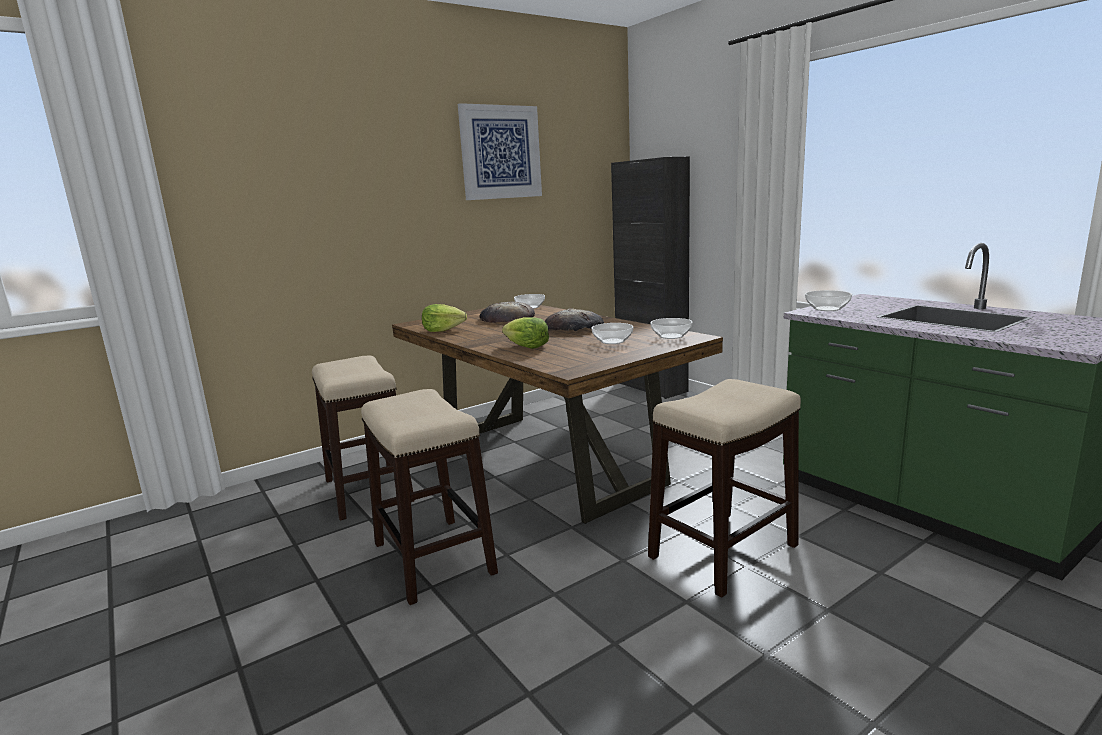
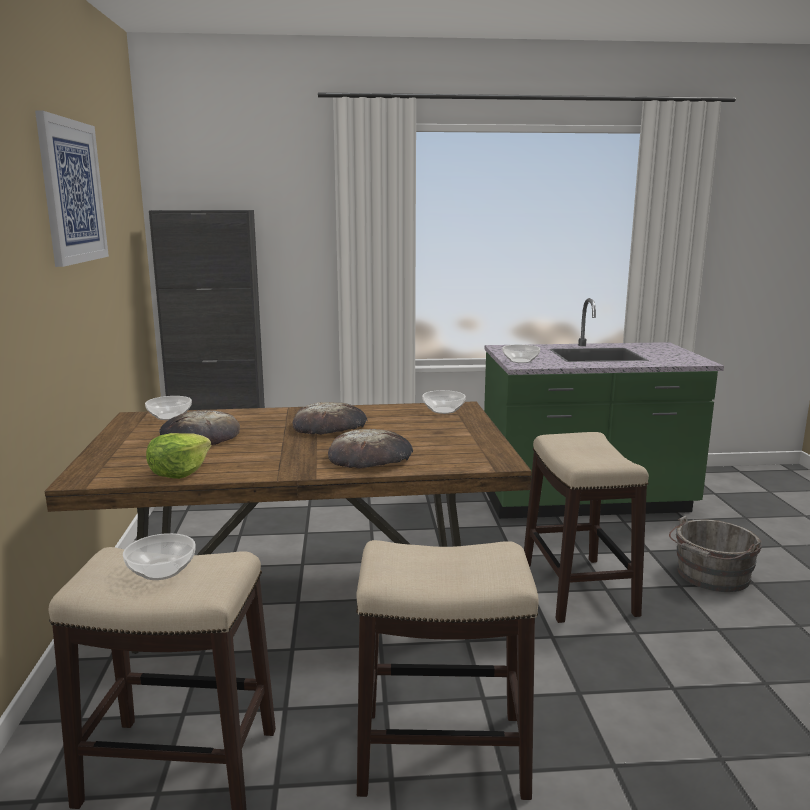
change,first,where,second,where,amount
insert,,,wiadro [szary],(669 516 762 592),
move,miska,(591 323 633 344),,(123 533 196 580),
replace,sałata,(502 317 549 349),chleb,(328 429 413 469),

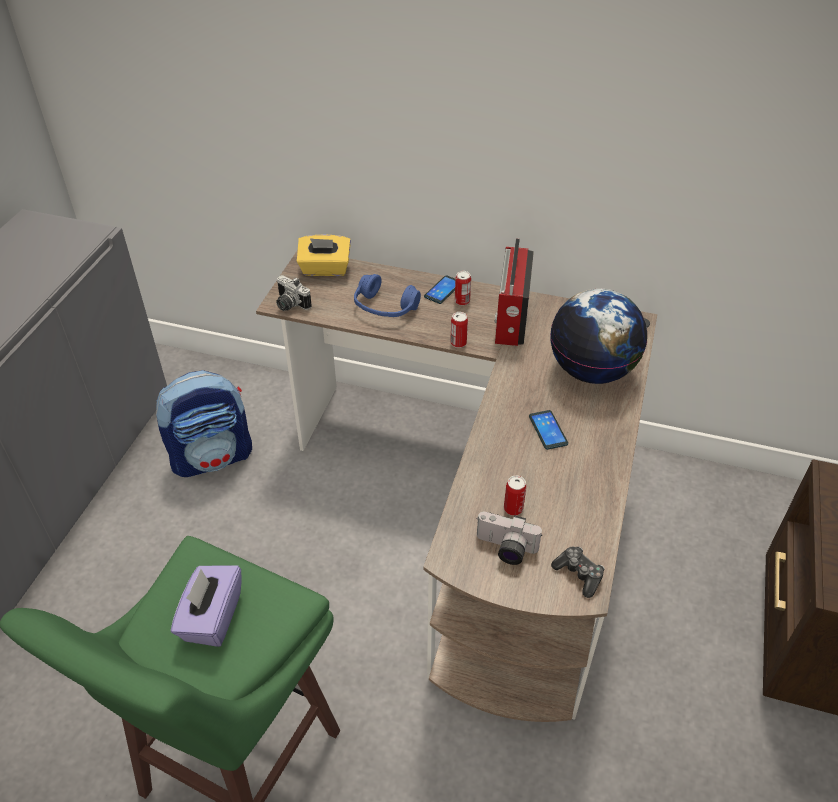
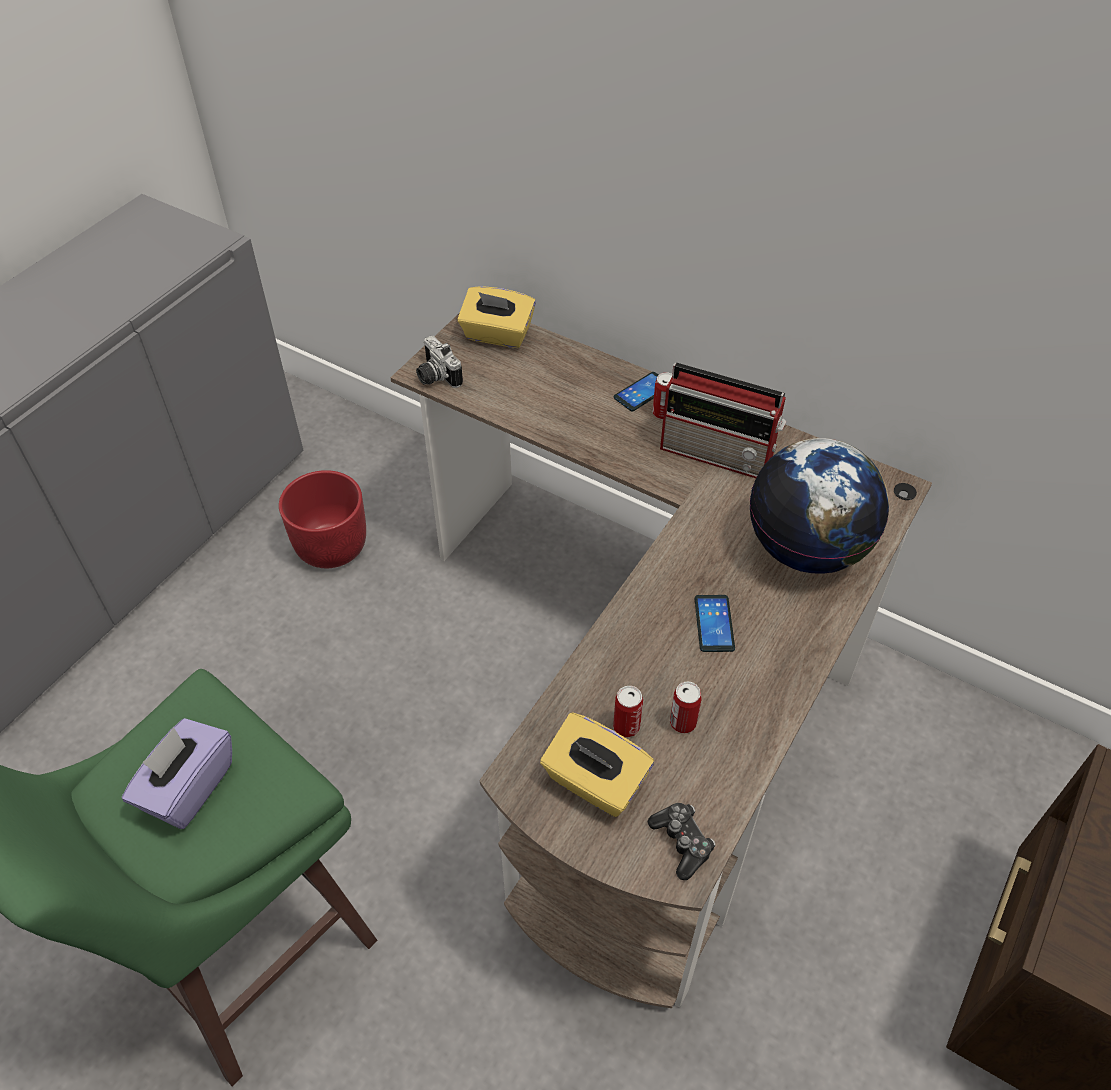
change,first,where,second,where,amount
delete,słuchawki [niebieski],(354 274 421 317),,,
move,puszka,(450 312 468 348),,(670 682 702 733),
replace,plecak,(156 370 252 477),donica [czerwony],(279 470 366 568),
replace,aparat fotograficzny,(477 512 542 565),pudełko chusteczek [żółty],(540 712 654 817),
rotate,radio,(494 238 534 346),,(660 363 786 478),90 degrees counterclockwise

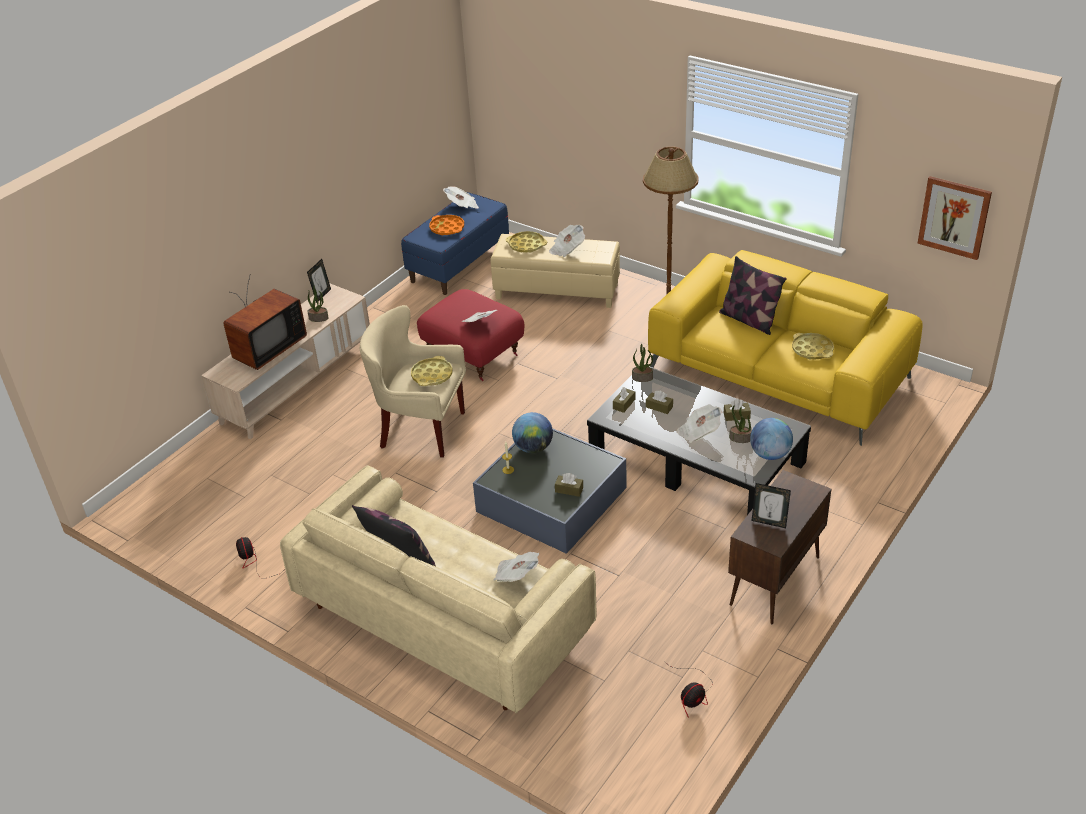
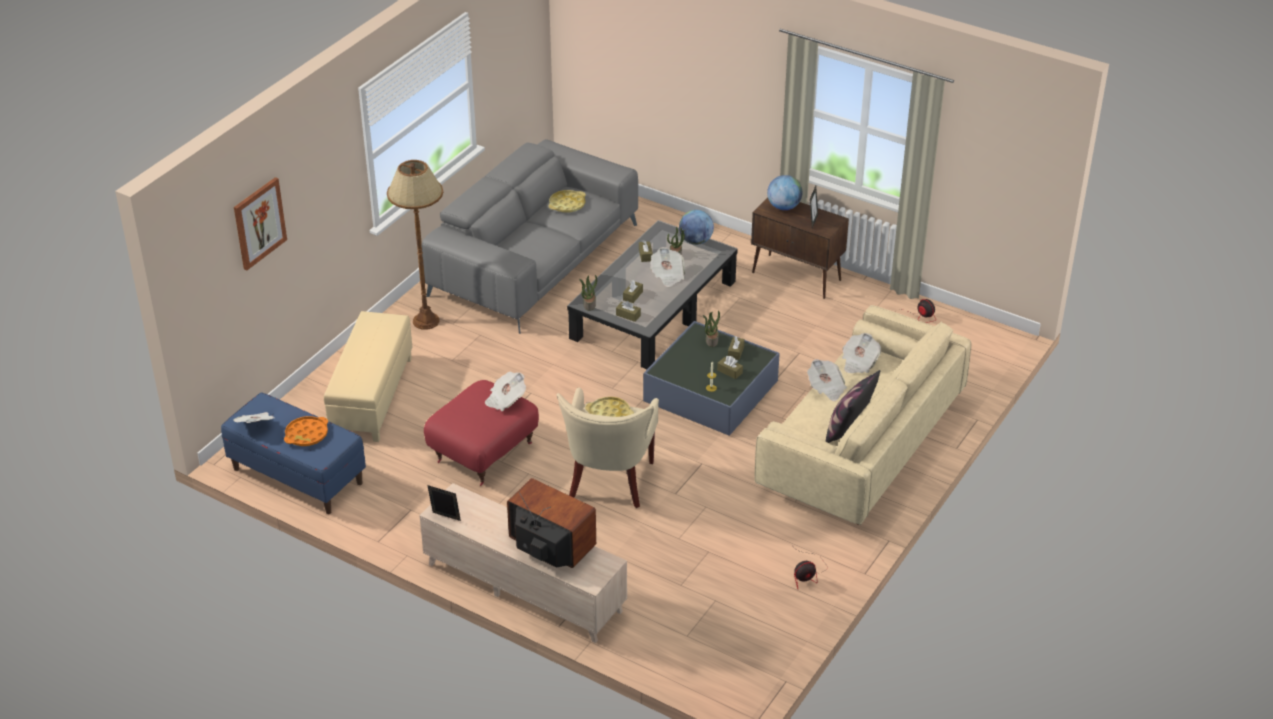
change,first,where,second,where,amount
delete,taca [żółty],(506 231 547 253),,,
delete,poduszka,(719 256 787 335),,,
insert,,,pudełko chusteczek [brązowy],(717 356 743 379),
move,roślina doniczkowa,(307 285 329 322),,(703 311 720 347),
move,globus,(512 412 553 453),,(767 175 803 210),
move,gazeta,(549 225 585 257),,(807 359 847 401),
move,obraz,(917 176 992 260),,(234 177 287 270),
recolor,kanapa [żółty],(648 250 923 446),kanapa [szary],(422 139 638 334),

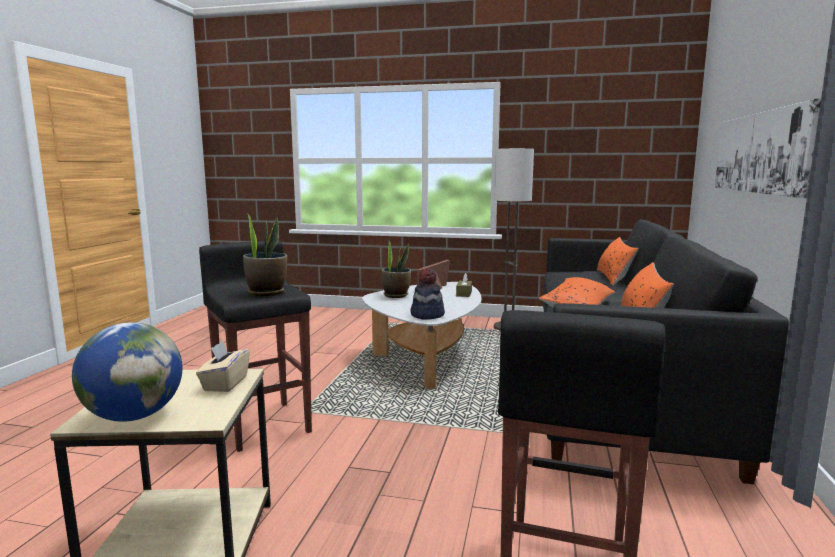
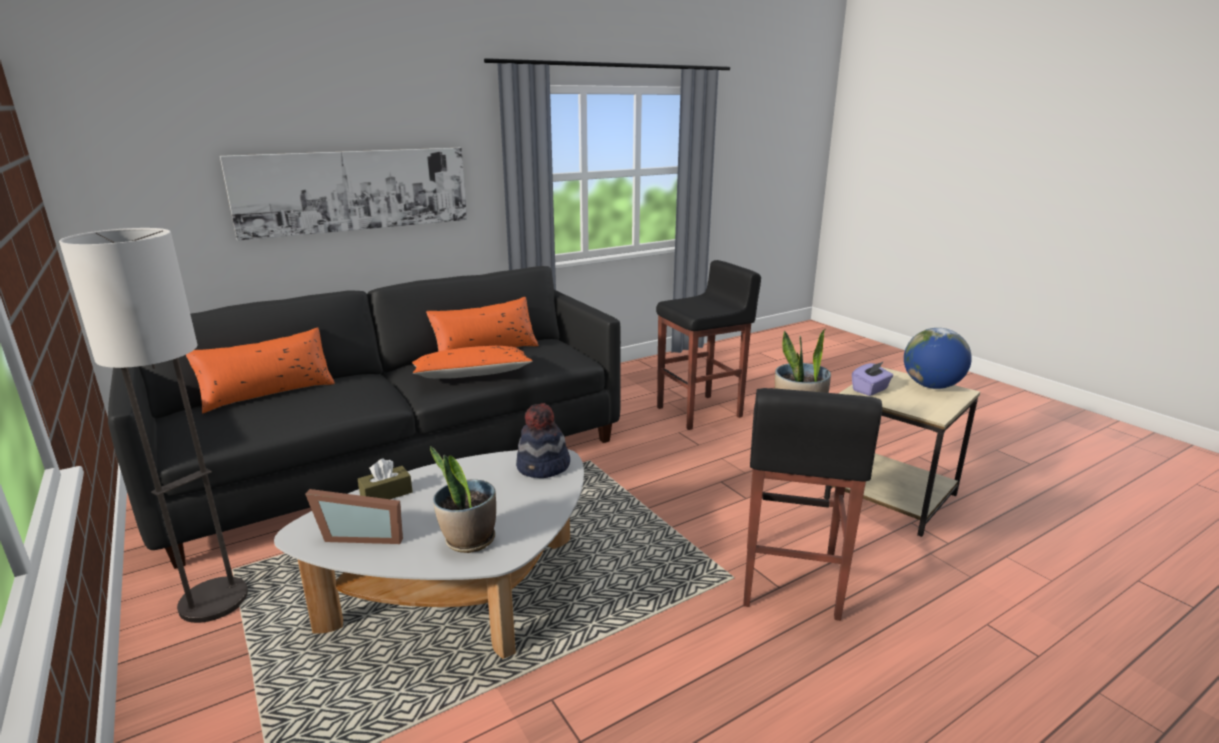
change,first,where,second,where,amount
recolor,pudełko chusteczek [beżowy],(196 341 250 392),pudełko chusteczek [fioletowy],(852 361 893 396),

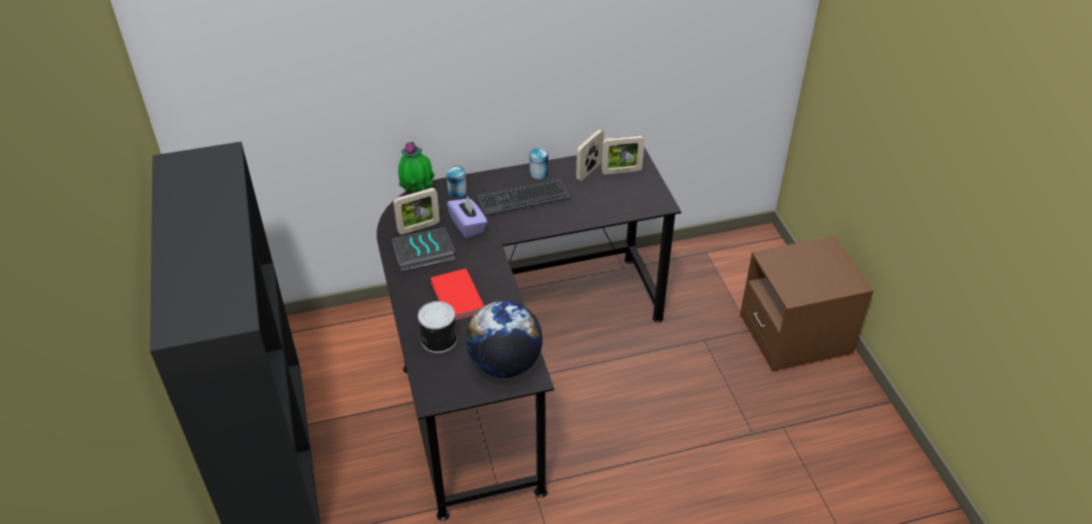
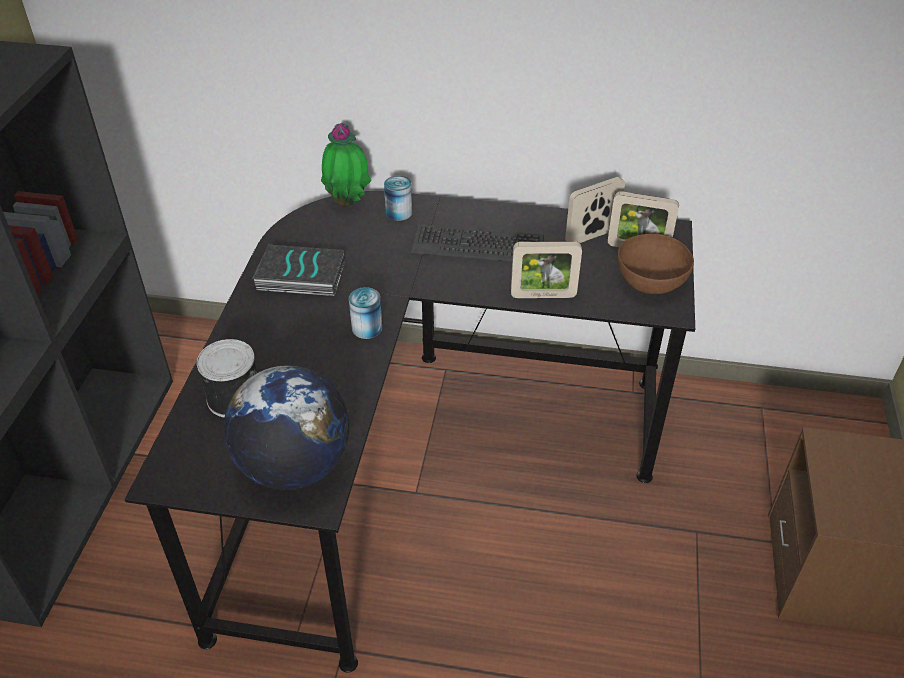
change,first,where,second,where,amount
delete,książka [czerwony],(431 268 484 320),,,
delete,pudełko chusteczek [fioletowy],(447 195 488 239),,,
insert,,,miska [brązowy],(617 234 694 294),
move,ramka na zdjęcie,(393 188 440 234),,(511 241 582 298),
move,puszka,(529 148 548 179),,(349 287 382 339),

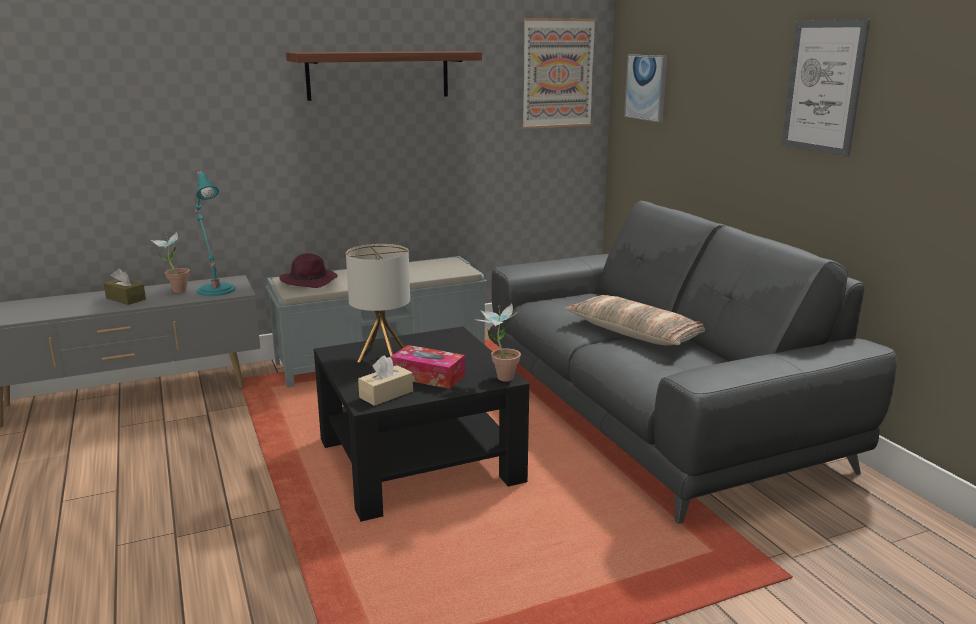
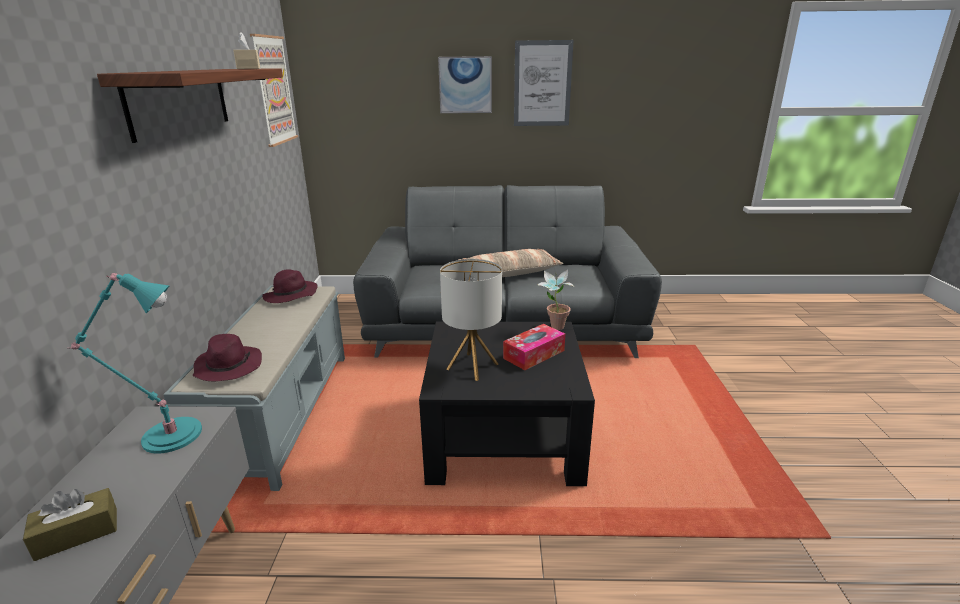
change,first,where,second,where,amount
delete,roślina doniczkowa,(148 232 190 293),,,
insert,,,kapelusz [fioletowy],(262 269 317 303),
move,pudełko chusteczek [beżowy],(358 355 413 406),,(233 32 260 69),
move,obraz,(624 55 667 122),,(438 56 492 113),

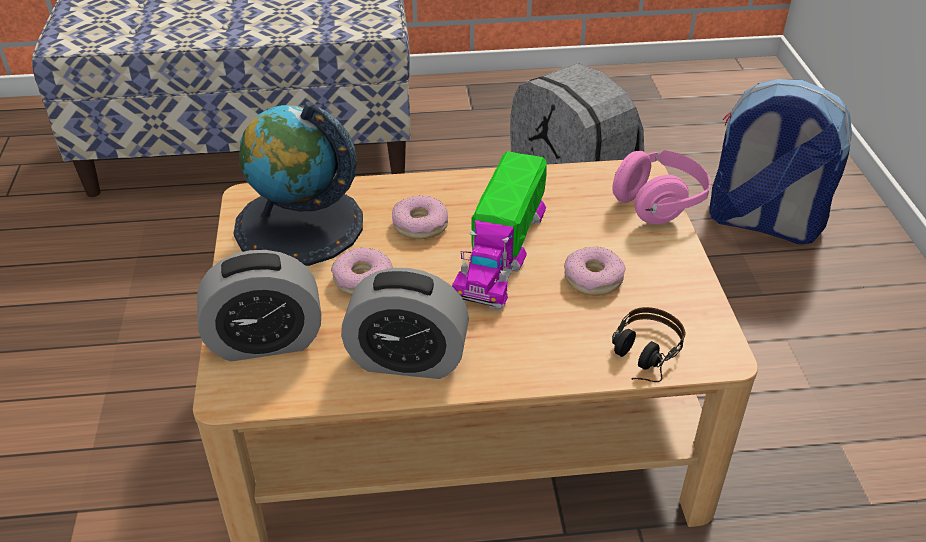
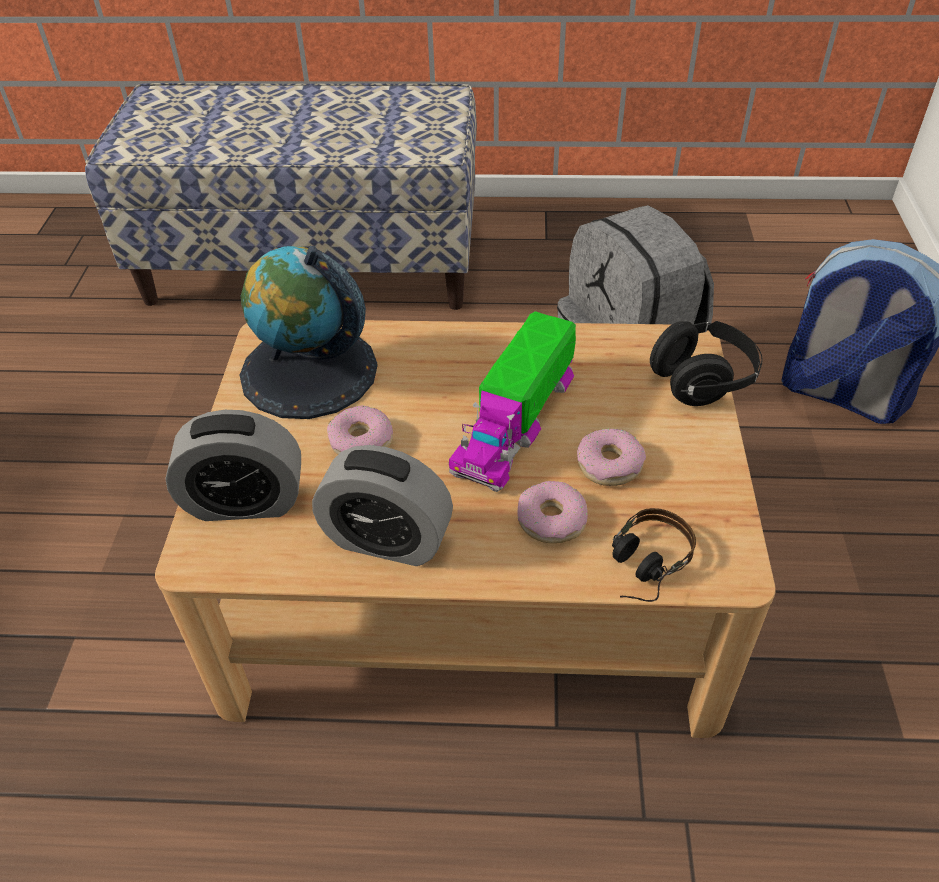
change,first,where,second,where,amount
move,donut,(392 195 448 239),,(518 481 588 544),
recolor,słuchawki [różowy],(612 150 711 224),słuchawki [czarny],(650 321 762 406),

